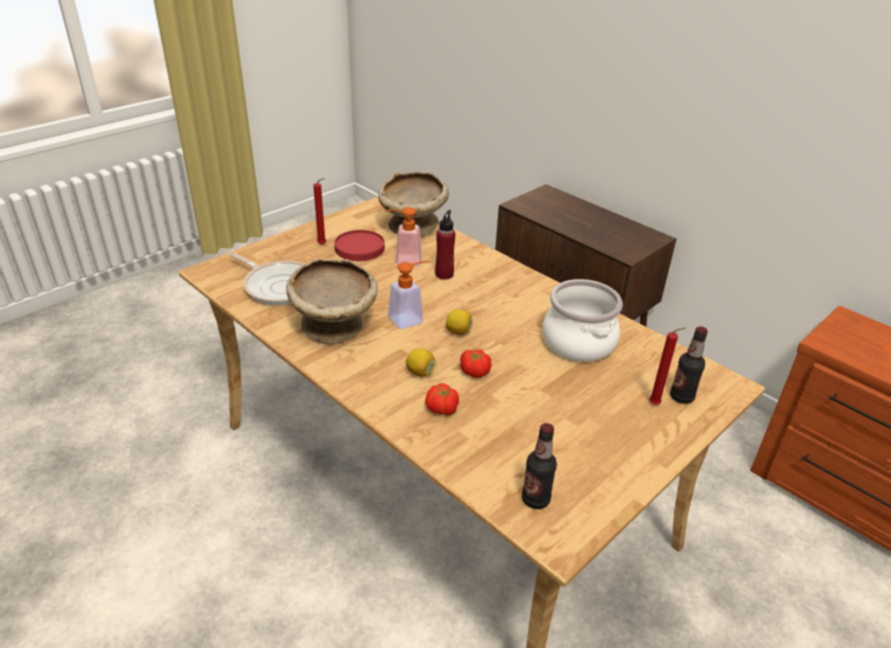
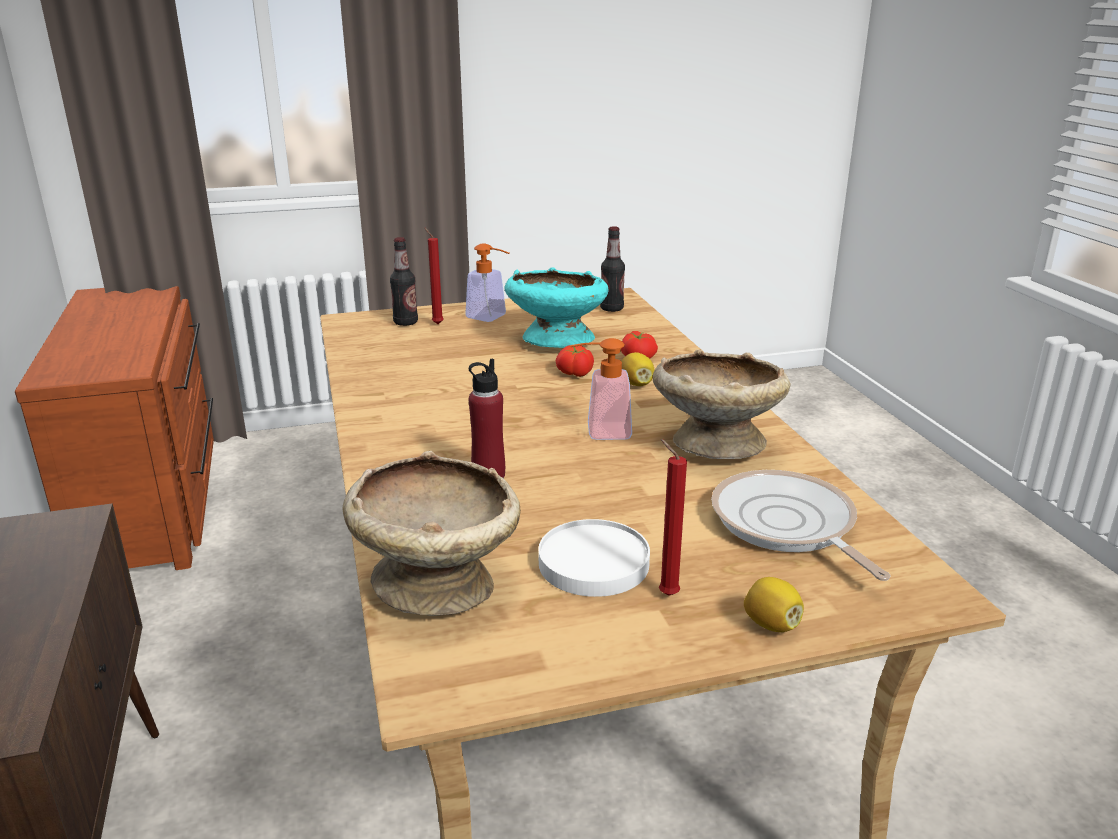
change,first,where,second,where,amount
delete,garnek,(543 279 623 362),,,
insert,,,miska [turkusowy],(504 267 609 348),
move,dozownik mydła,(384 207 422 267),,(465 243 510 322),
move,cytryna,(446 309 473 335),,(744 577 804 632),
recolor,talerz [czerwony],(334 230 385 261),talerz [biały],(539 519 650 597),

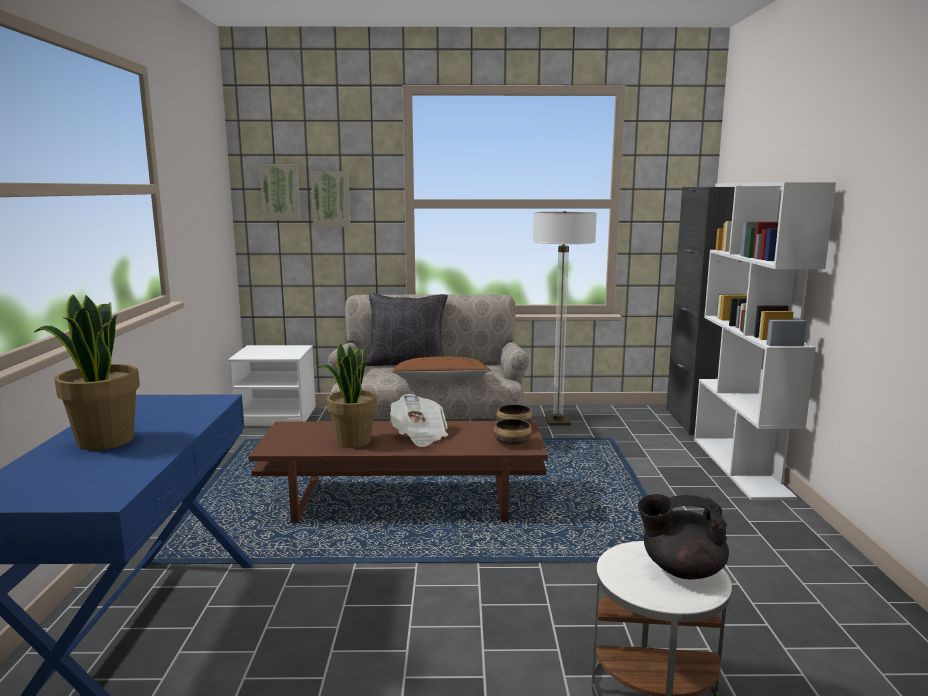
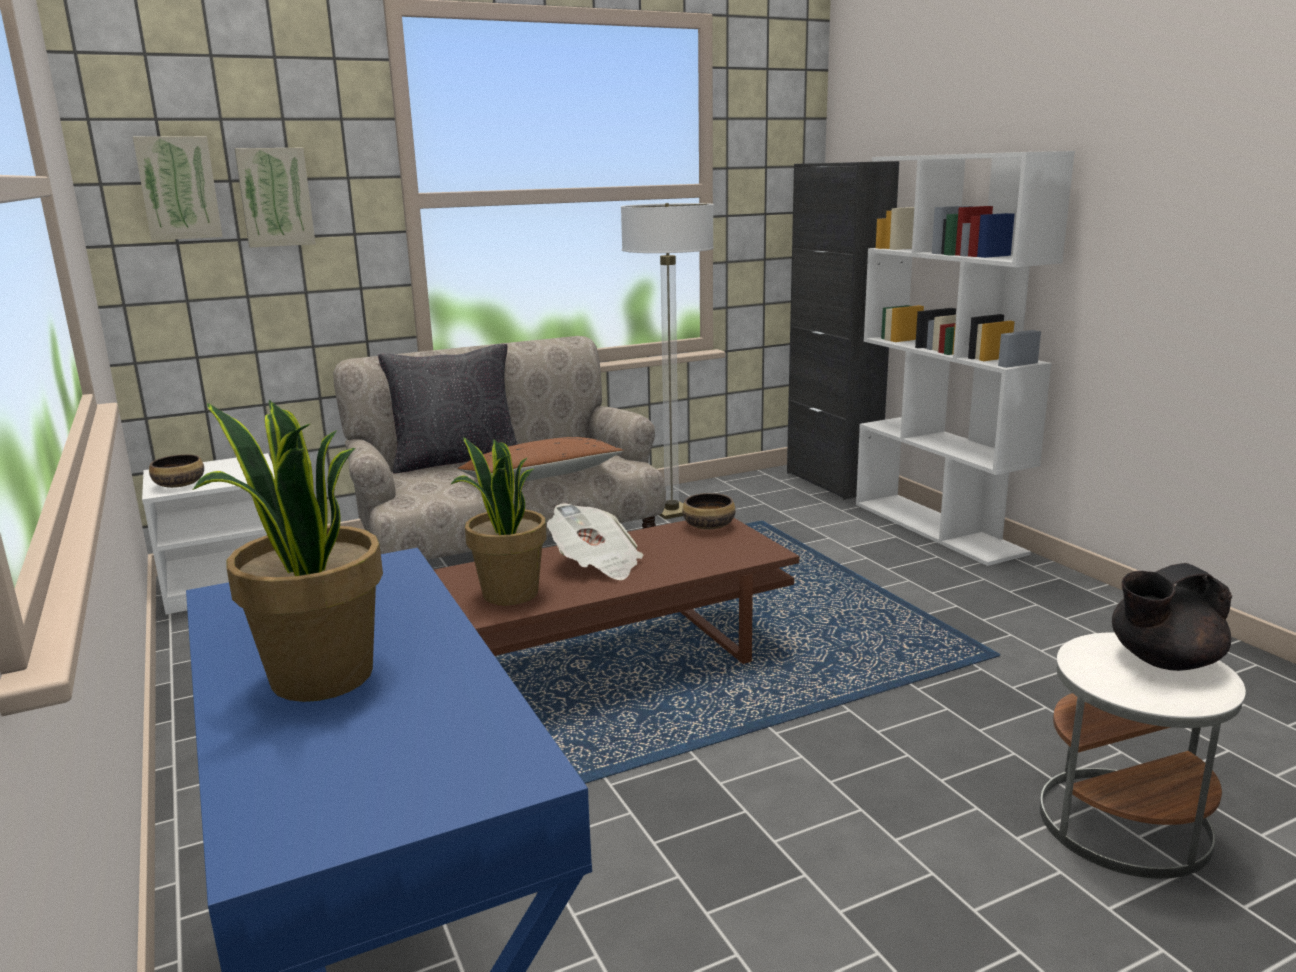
change,first,where,second,where,amount
move,miska,(493 419 532 446),,(149 454 204 488),

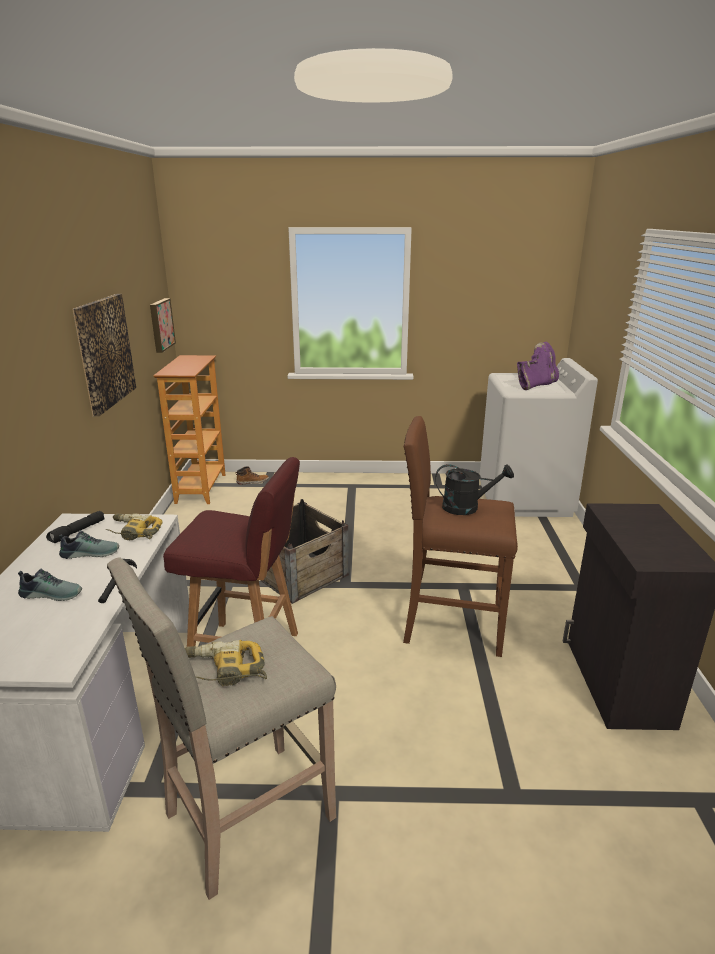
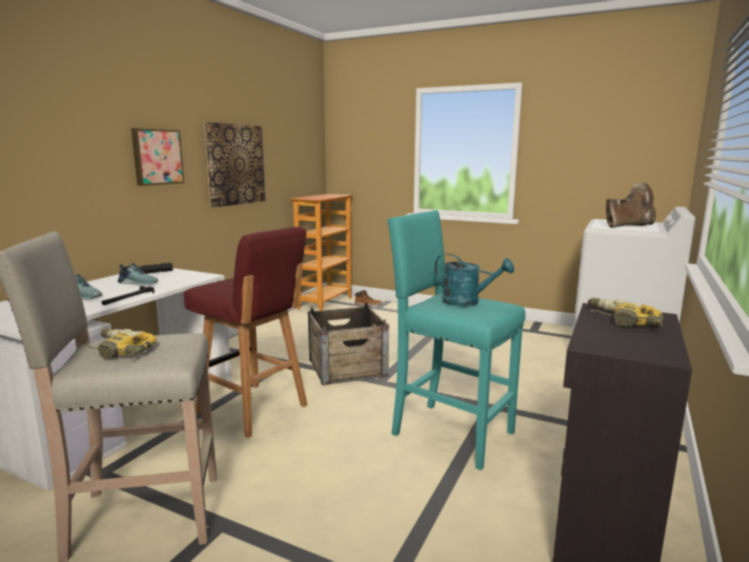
change,first,where,second,where,amount
move,wiertarka,(106 513 162 540),,(588 298 663 327),
move,obraz,(150 298 176 353),,(131 128 184 186),
recolor,stołek [brązowy],(403 416 518 657),stołek [turkusowy],(387 210 526 470),
recolor,konewka [czarny],(435 464 514 515),konewka [turkusowy],(435 253 514 306),
recolor,but z cholewką [fioletowy],(517 342 559 390),but z cholewką [brązowy],(606 183 656 228),

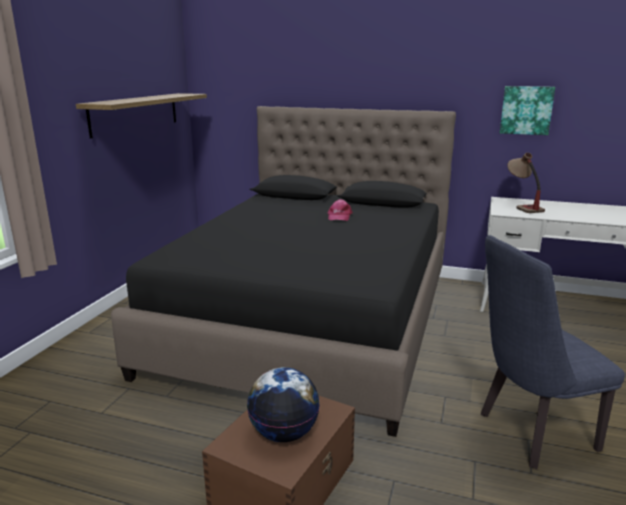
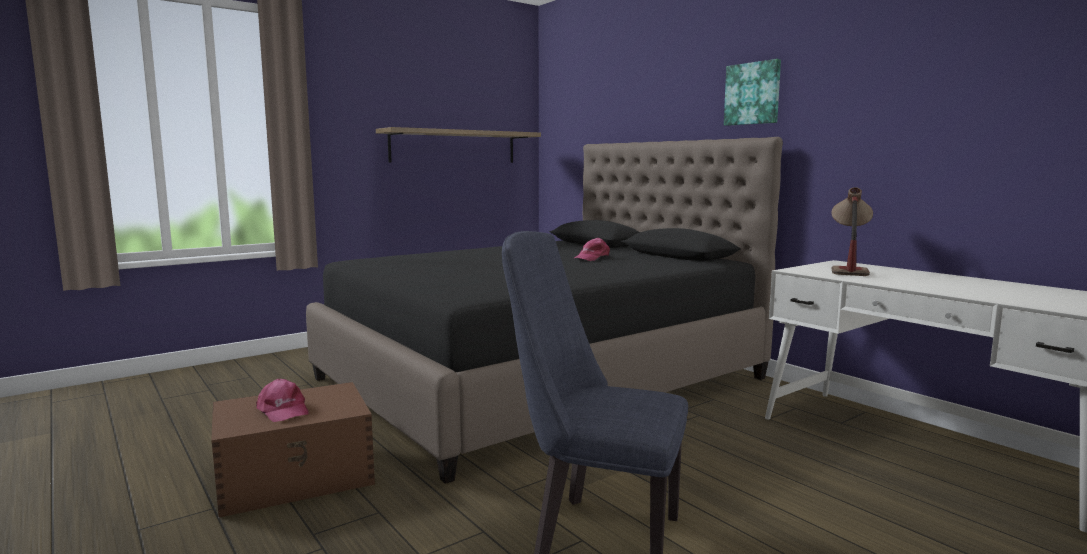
change,first,where,second,where,amount
move,obraz,(500 86 555 135),,(724 59 781 126),
replace,globus,(247 367 320 442),czapka z daszkiem [różowy],(256 379 309 422),

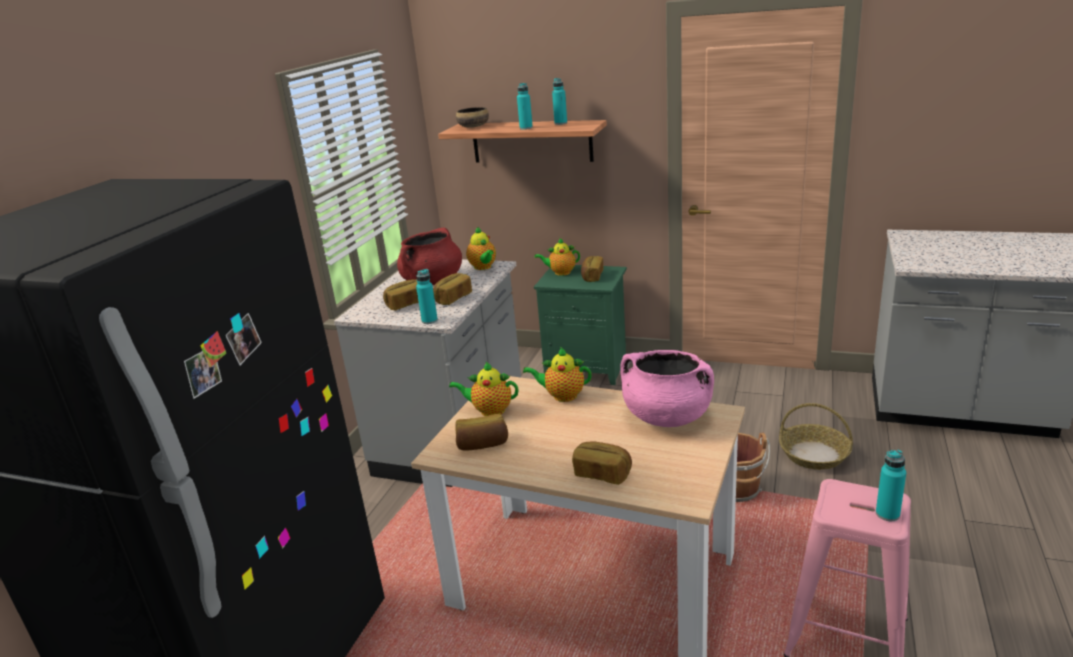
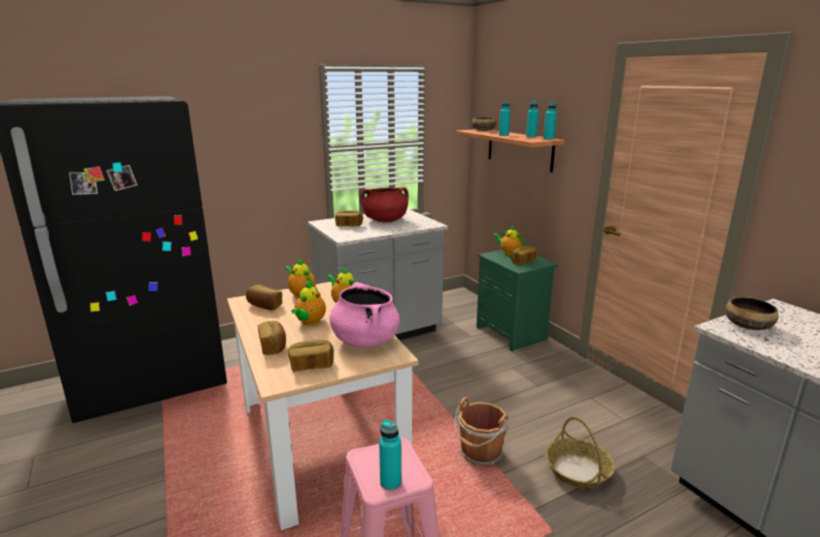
change,first,where,second,where,amount
insert,,,miska,(725 297 778 330),
move,butelka [turkusowy],(416 269 438 324),,(543 102 557 140),
move,chleb,(433 273 472 305),,(288 340 334 372),
move,imbryk,(466 227 496 270),,(291 281 326 326),

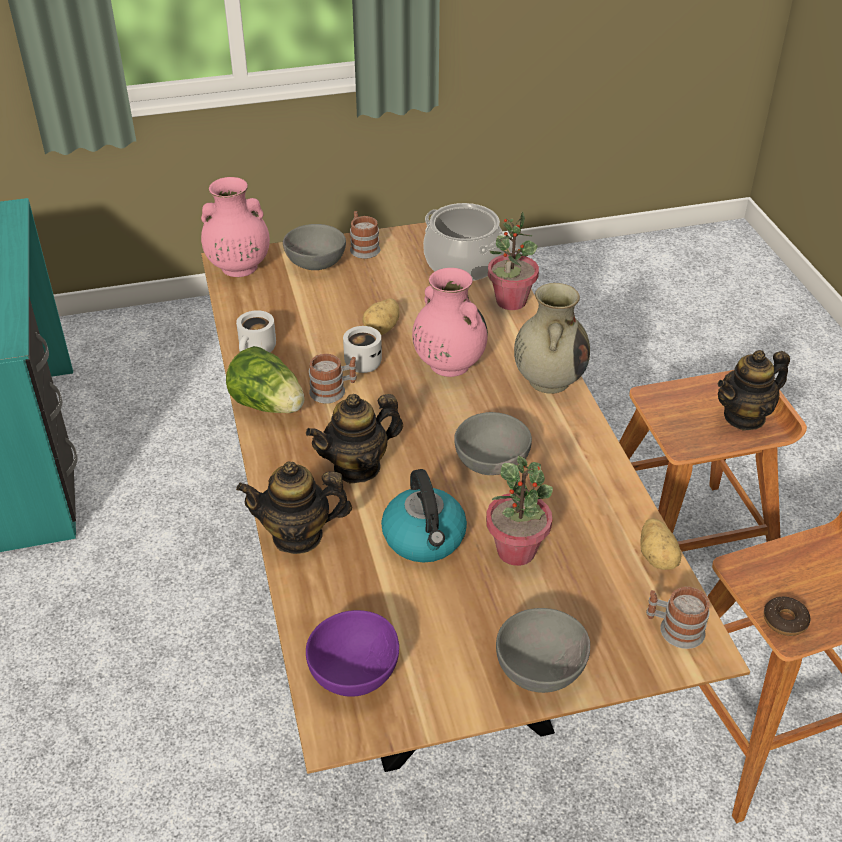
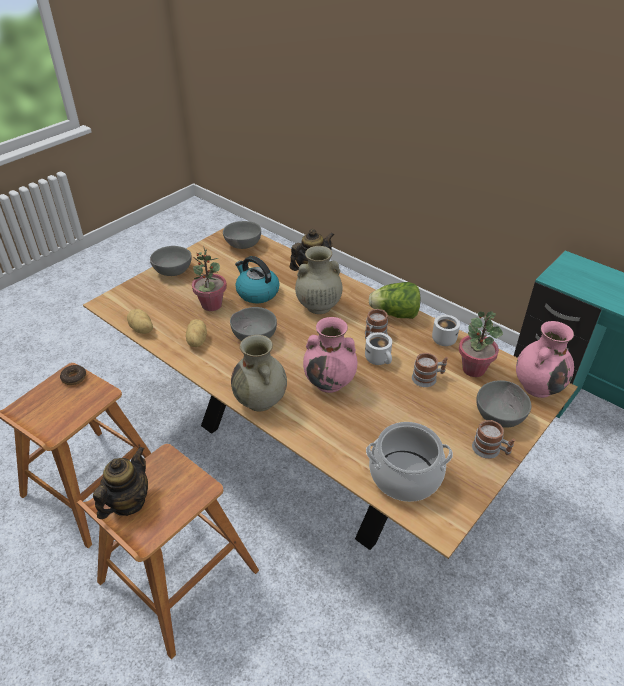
change,first,where,second,where,amount
move,ziemniak,(362 298 400 335),,(186 319 207 347),
move,roślina doniczkowa,(488 211 539 310),,(459 311 503 377),
move,kubek,(646 587 710 649),,(412 353 448 387),
replace,imbryk,(306 394 403 483),wazon [beżowy],(295 246 343 314),
recolor,miska [fioletowy],(306 610 399 697),miska [szary],(223 221 261 249),

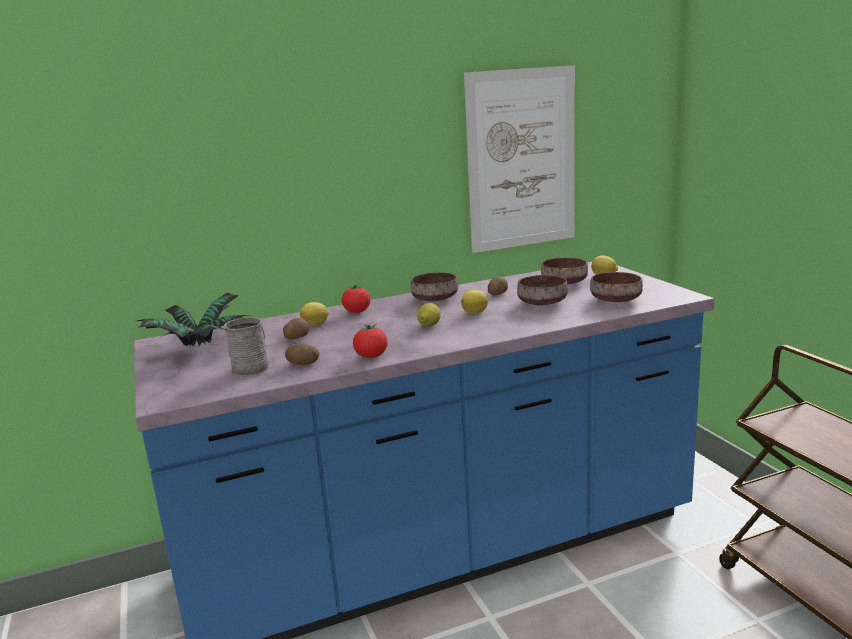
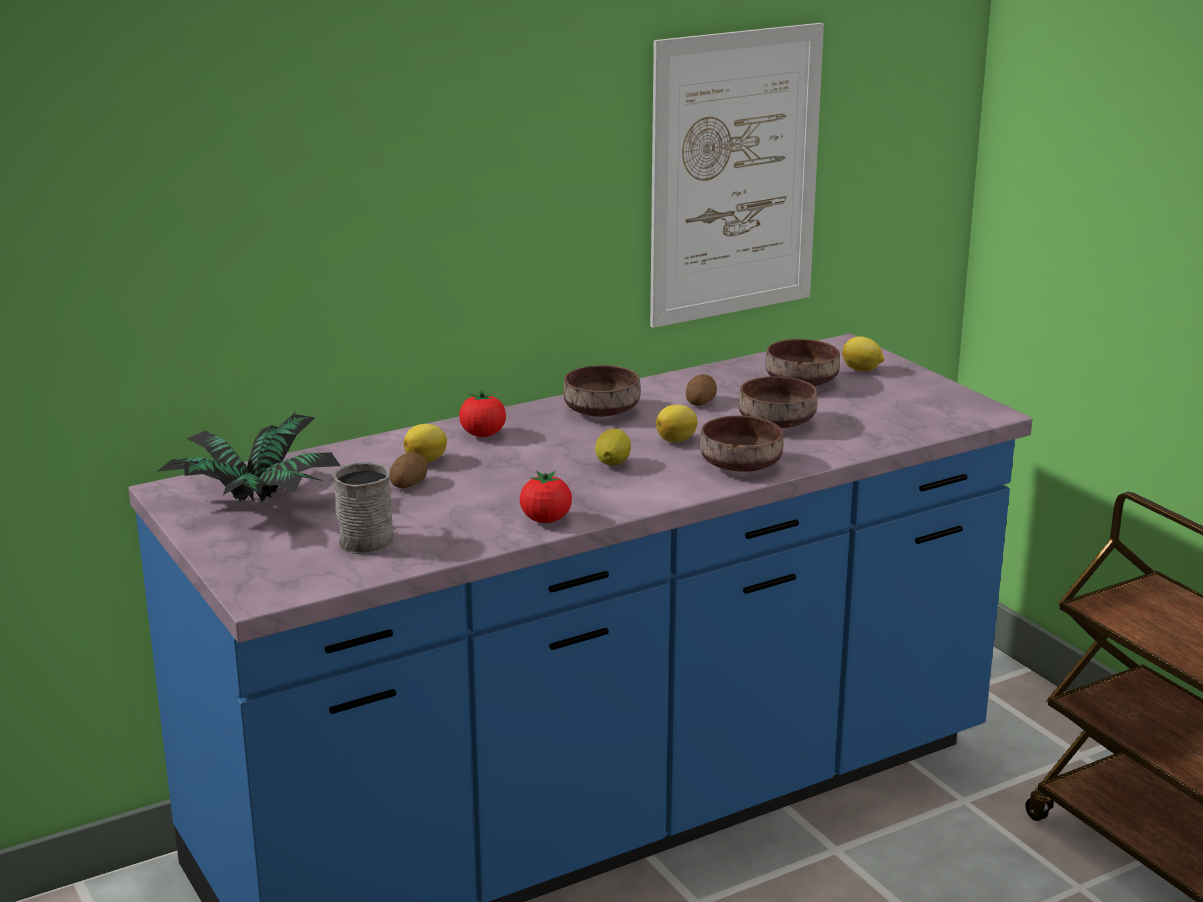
change,first,where,second,where,amount
delete,ziemniak,(285 343 319 365),,,
move,miska [brązowy],(590 272 643 302),,(700 416 783 472),

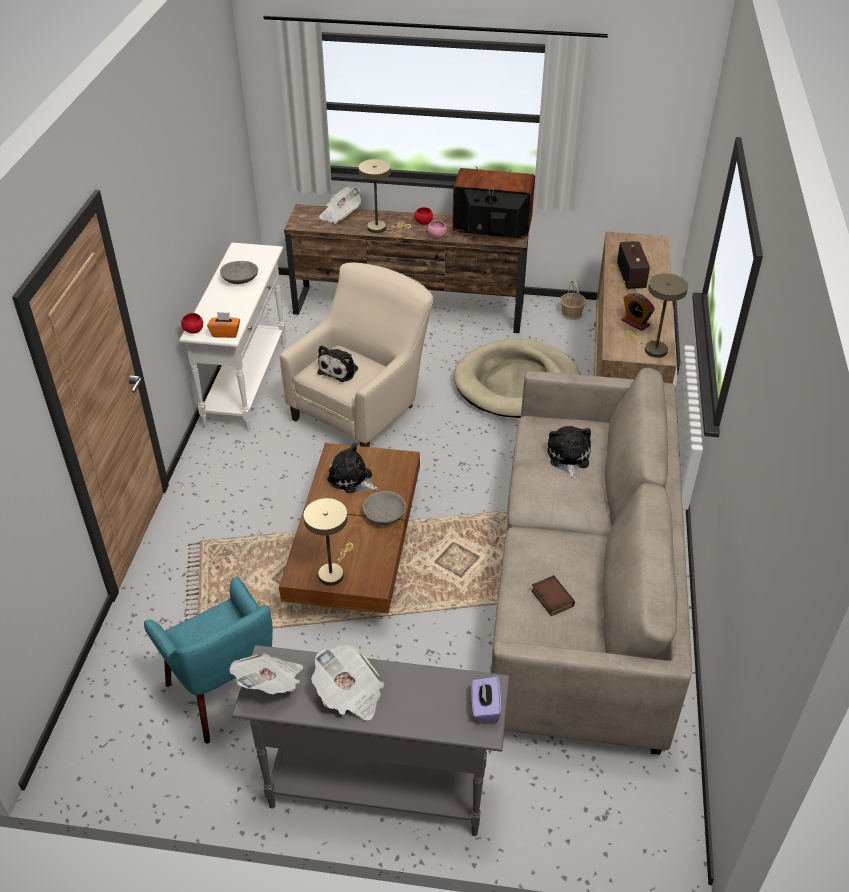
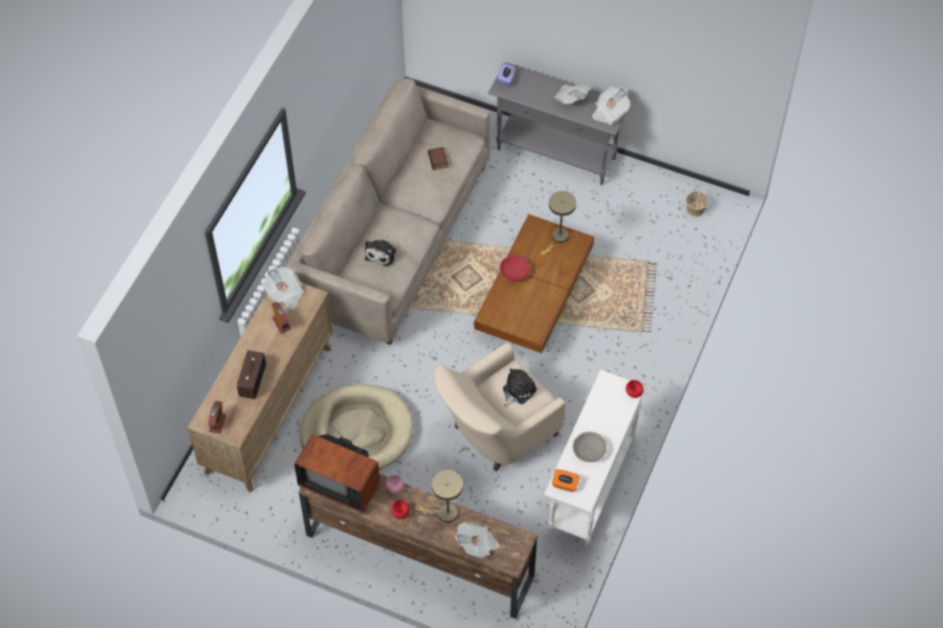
change,first,where,second,where,amount
delete,fotel [turkusowy],(144 576 273 744),,,
delete,pluszak,(327 443 378 493),,,
insert,,,budzik,(208 401 226 433),
move,pudełko chusteczek [pomarańczowy],(207 312 240 338),,(552 469 580 492),
move,koszyk,(560 280 586 320),,(686 185 709 217),
replace,lampa stołowa [beżowy],(626 273 688 358),gazeta,(264 267 305 309),
recolor,miska [szary],(362 491 406 525),miska [czerwony],(500 255 530 282),

